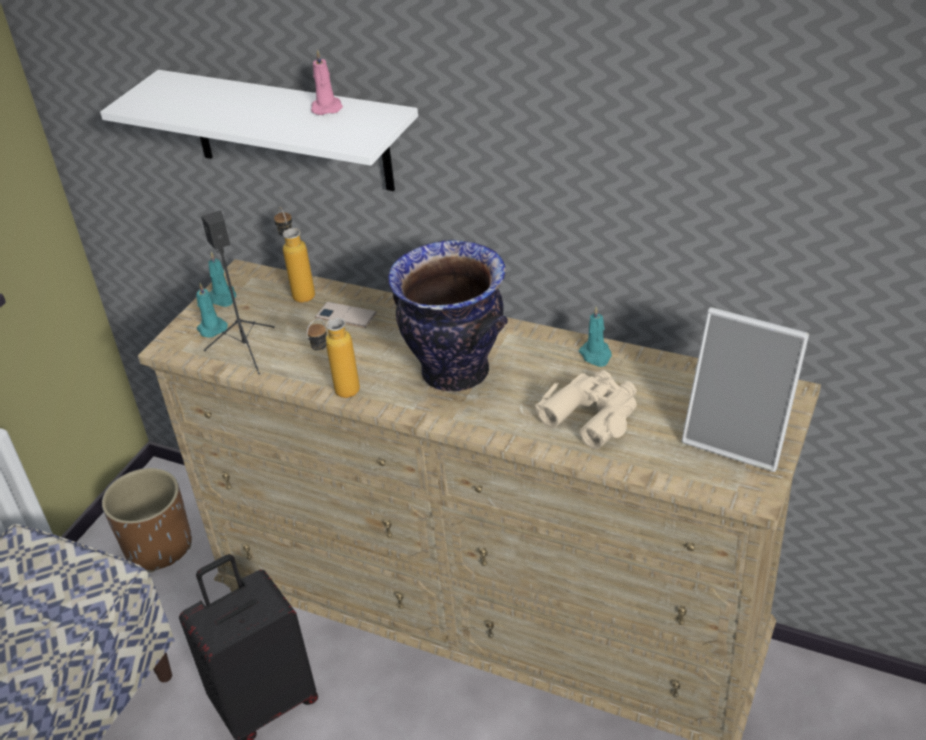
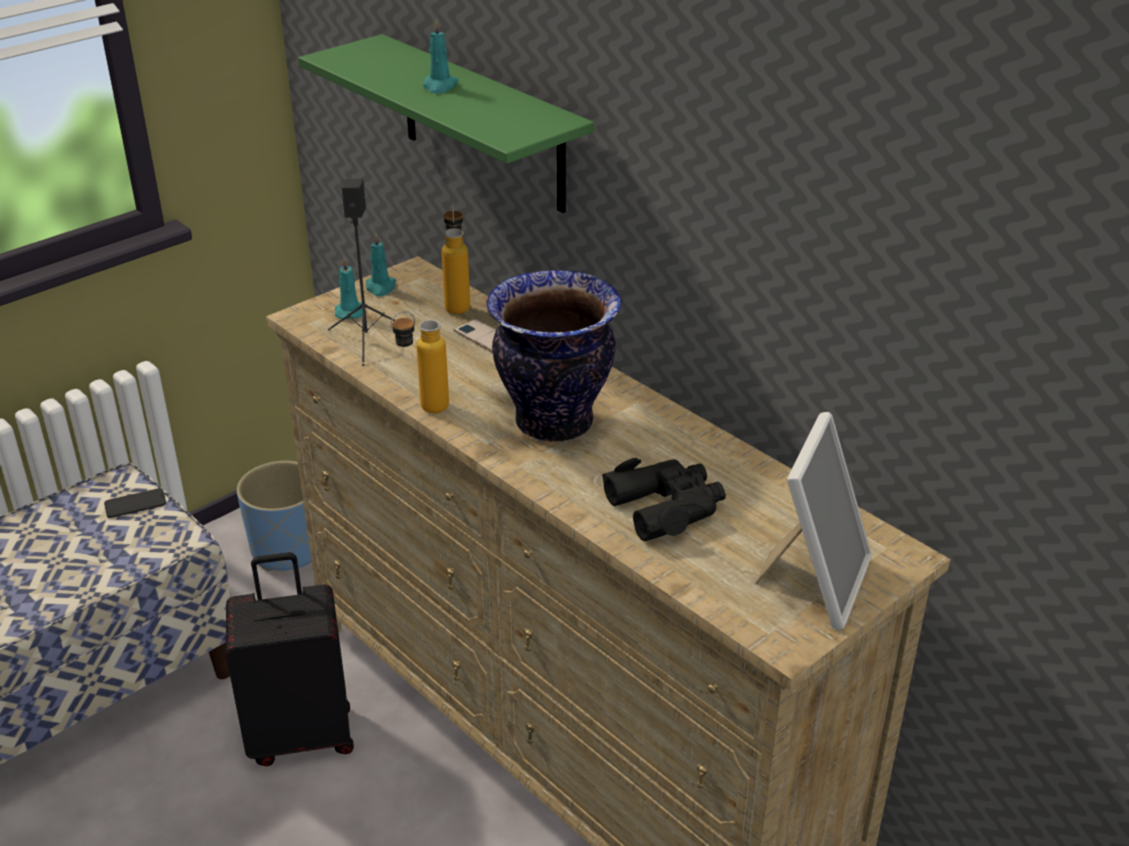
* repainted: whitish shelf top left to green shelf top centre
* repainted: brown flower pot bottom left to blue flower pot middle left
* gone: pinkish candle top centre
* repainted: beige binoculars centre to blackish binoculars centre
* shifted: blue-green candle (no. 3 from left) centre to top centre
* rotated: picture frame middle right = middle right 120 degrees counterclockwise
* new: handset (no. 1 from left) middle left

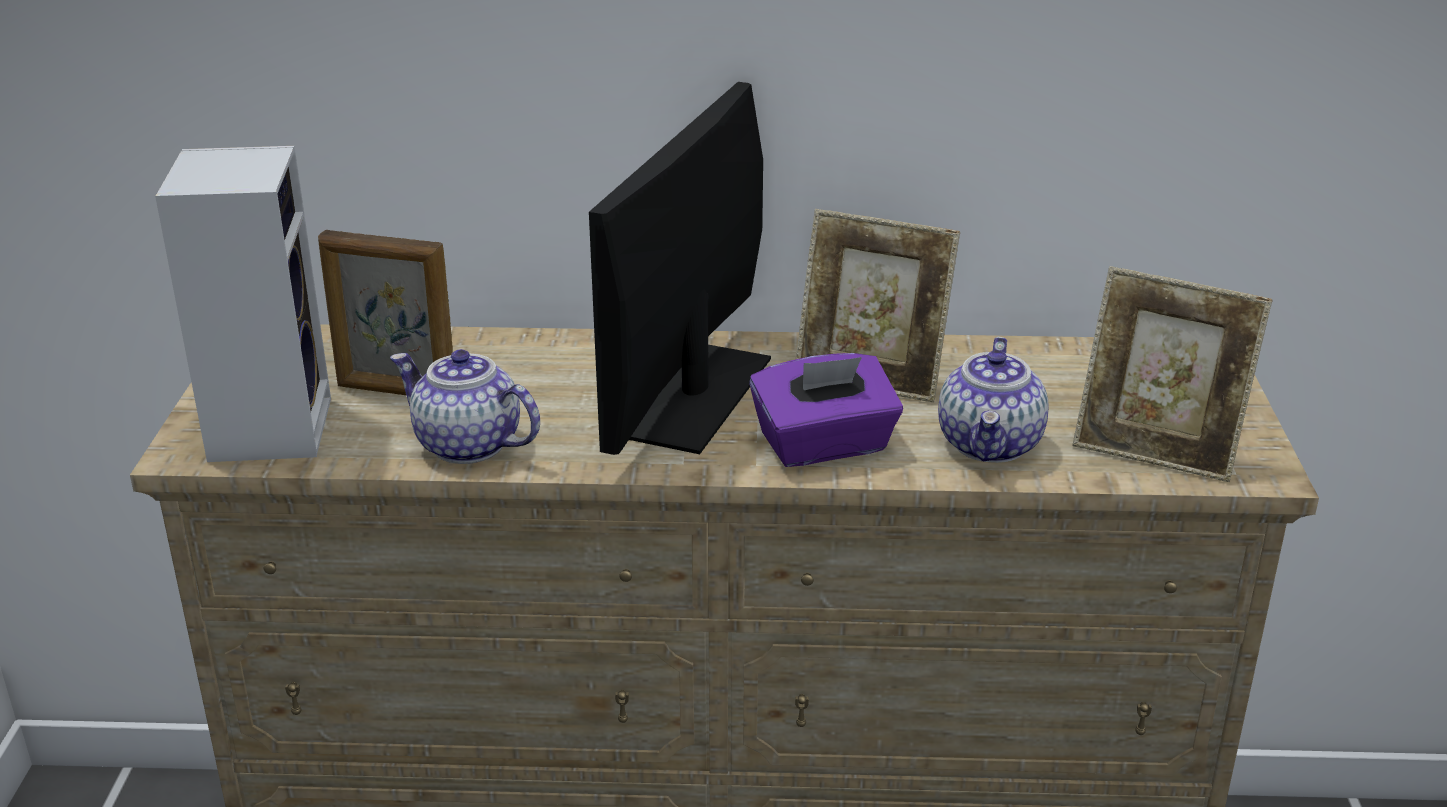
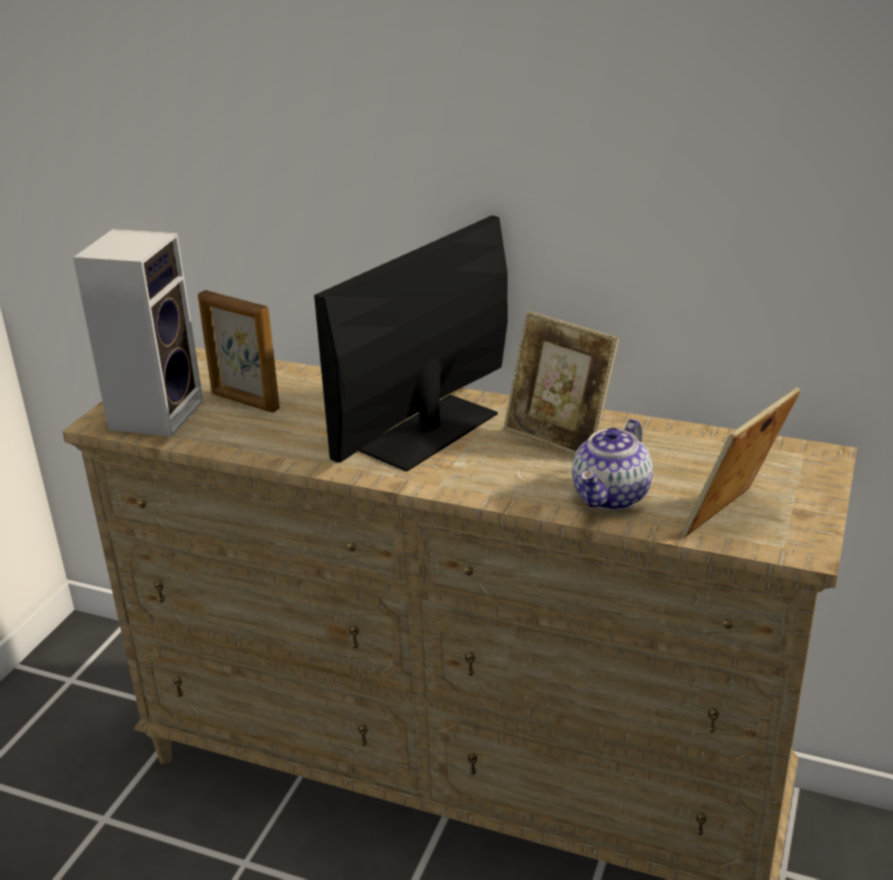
* gone: teapot (no. 1 from left) middle left
* gone: purple-coloured tissue box centre
* rotated: picture frame (no. 3 from left) middle right = middle right 90 degrees clockwise

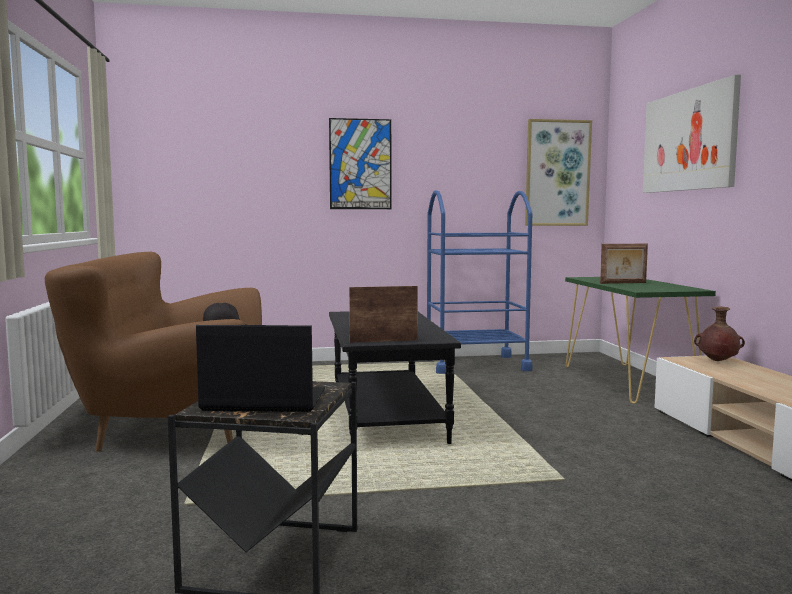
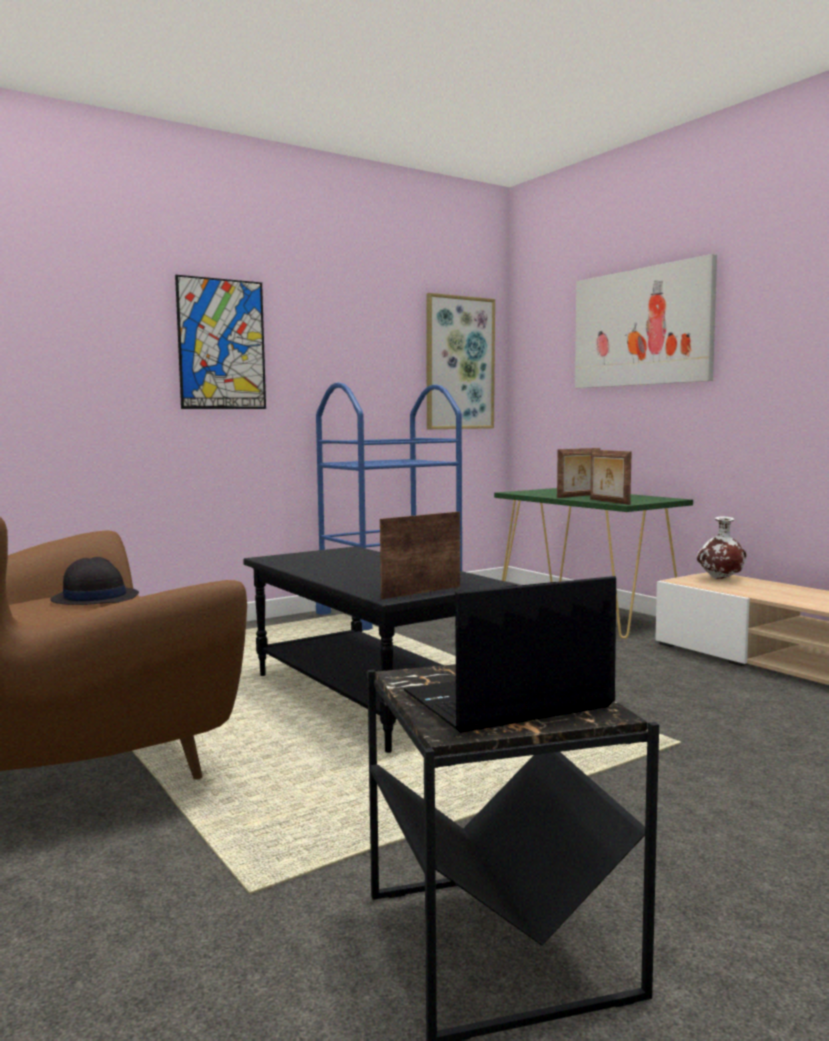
* repainted: brown decorative vase middle right to whitish decorative vase middle right
* new: picture frame (no. 3 from left) middle right

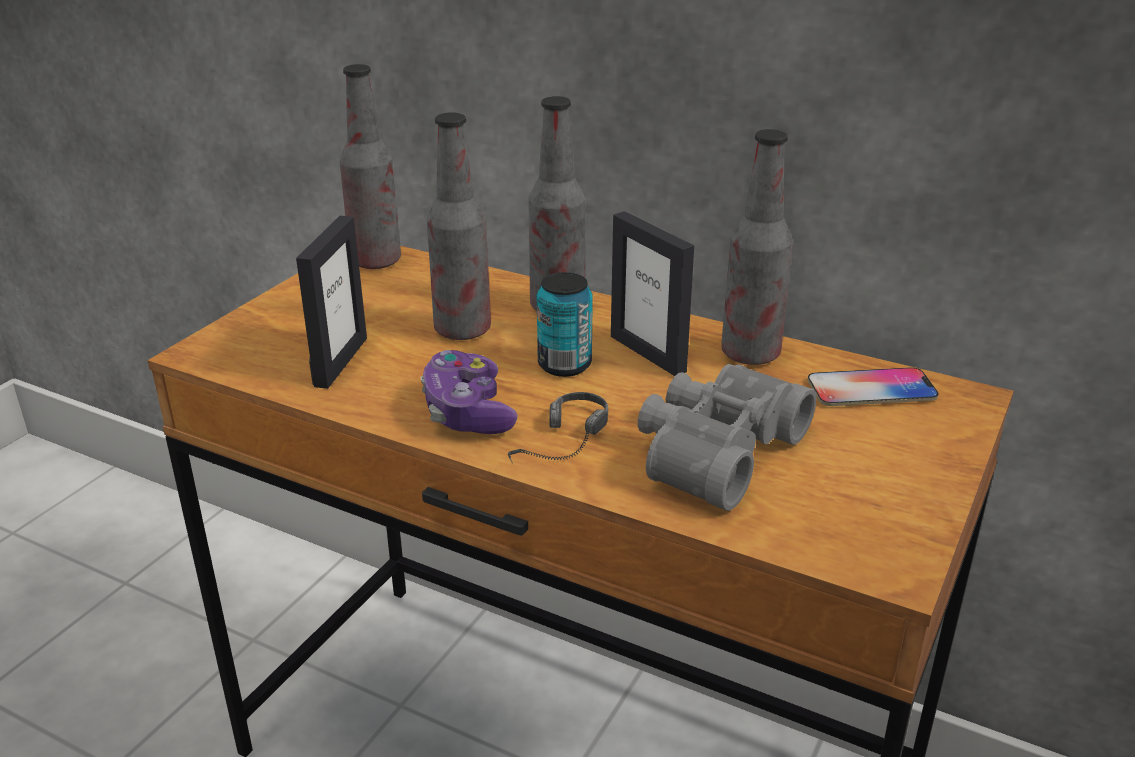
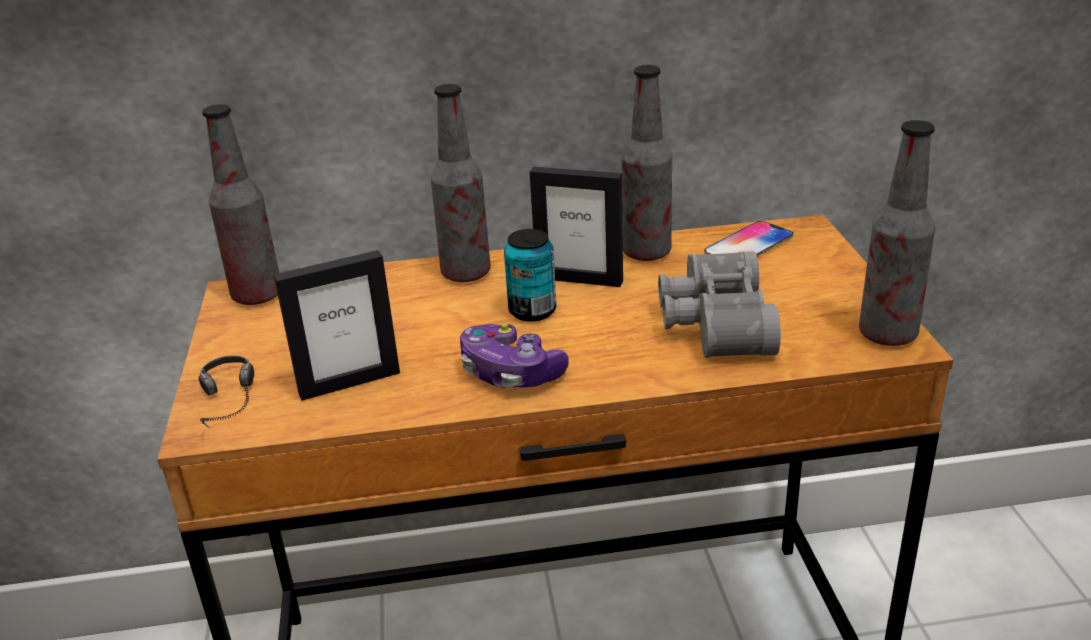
* rotated: picture frame (no. 1 from left) middle left = middle left 90 degrees clockwise
* shifted: drink bottle (no. 2 from left in the first image) top centre to drink bottle (no. 4 from left) middle right
* shifted: headphones centre to middle left

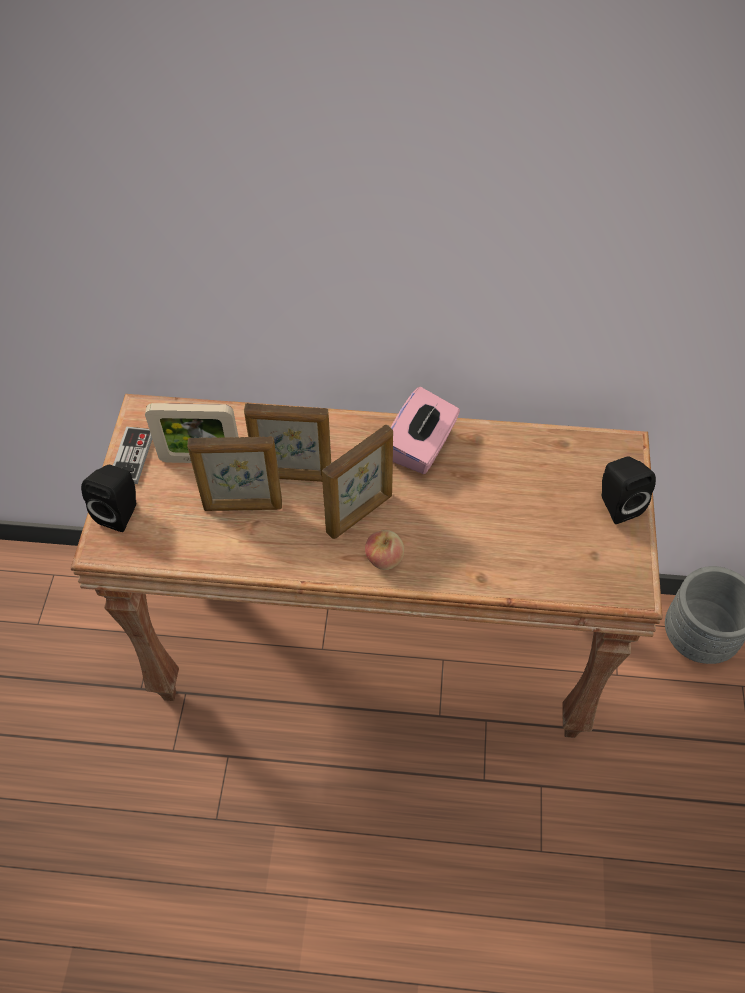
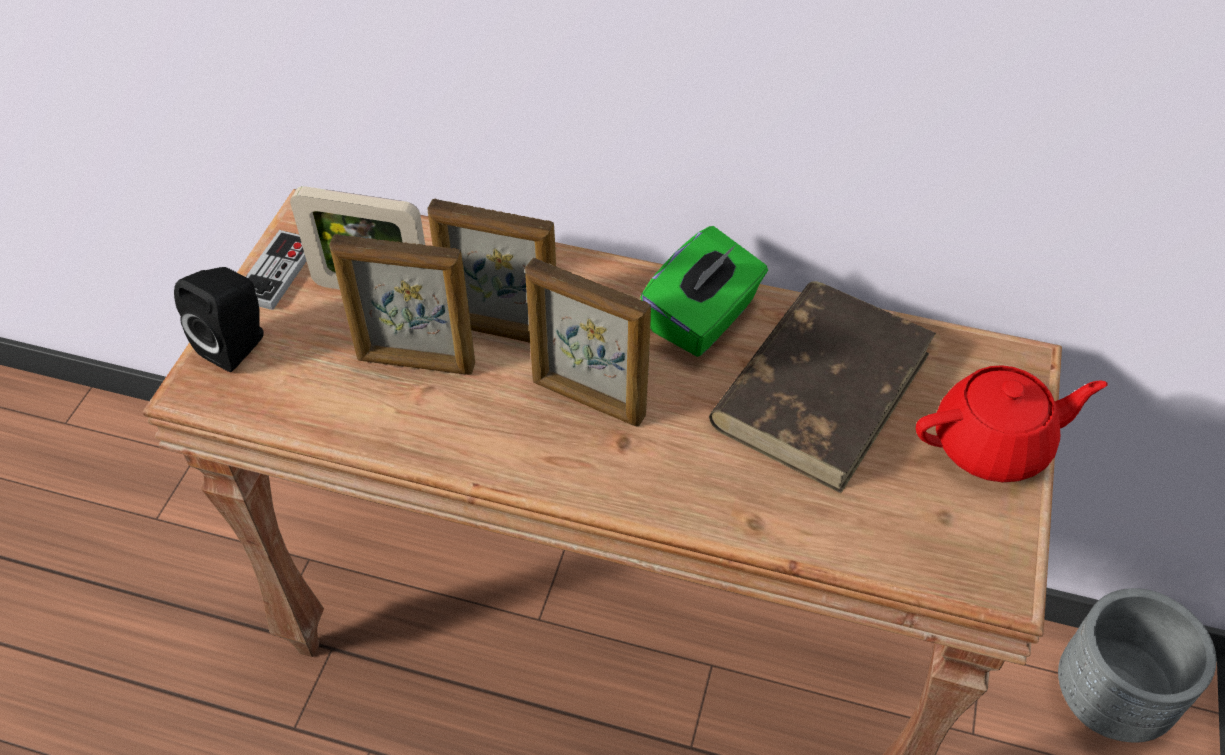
* rotated: picture frame (no. 4 from left) centre = centre 60 degrees clockwise
* gone: apple centre
* repainted: pinkish tissue box centre to green tissue box centre
* swapped: blackish loudspeaker (no. 2 from left) middle right to reddish teapot middle right
* new: brown bound book middle right

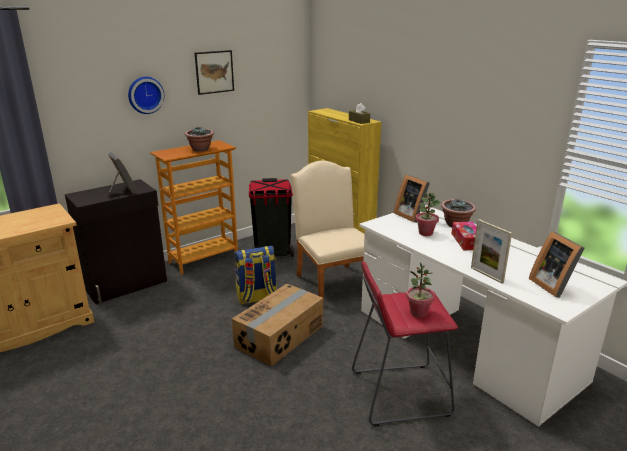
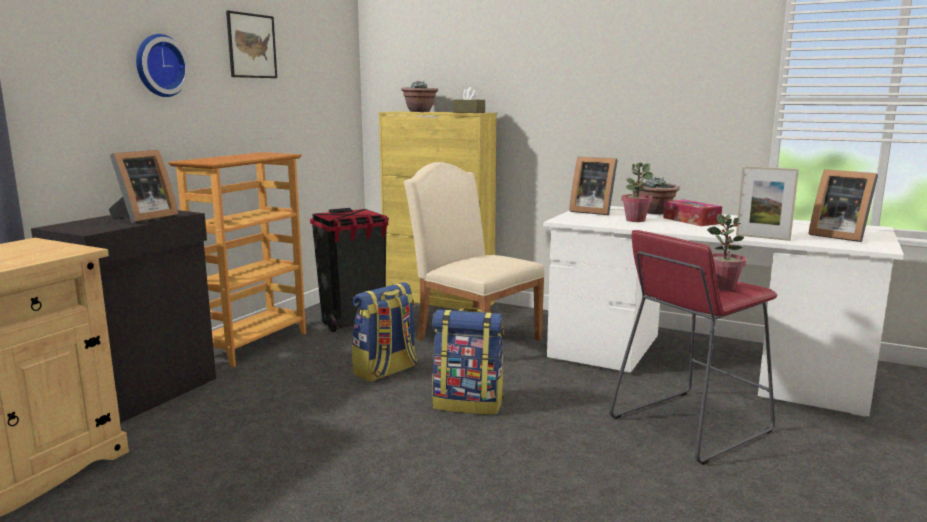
* rotated: picture frame (no. 1 from left) middle left = middle left 90 degrees clockwise
* shifted: houseplant (no. 1 from left) top left to top centre
* swapped: cardboard box bottom centre to rucksack (no. 2 from left) bottom centre

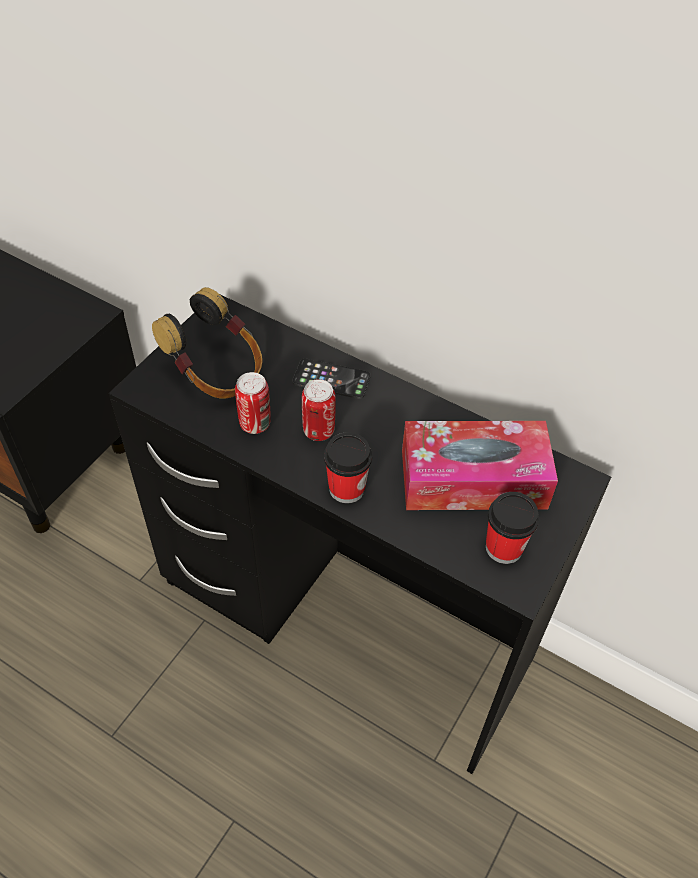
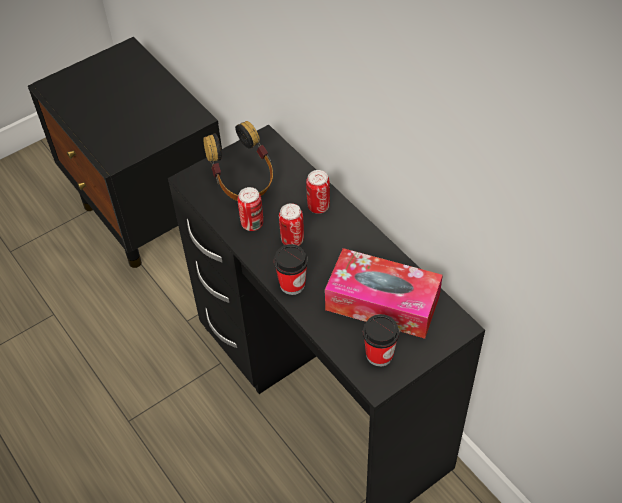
* swapped: handset centre to can (no. 3 from left) centre

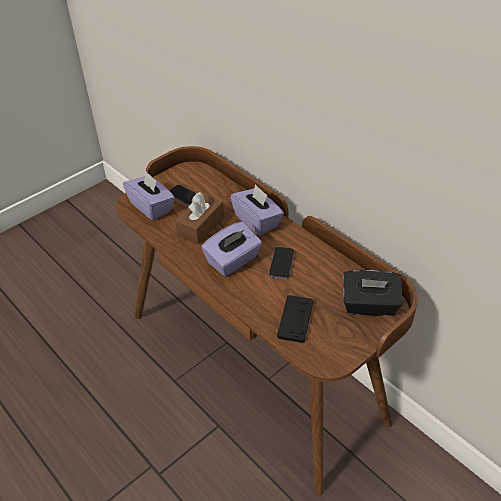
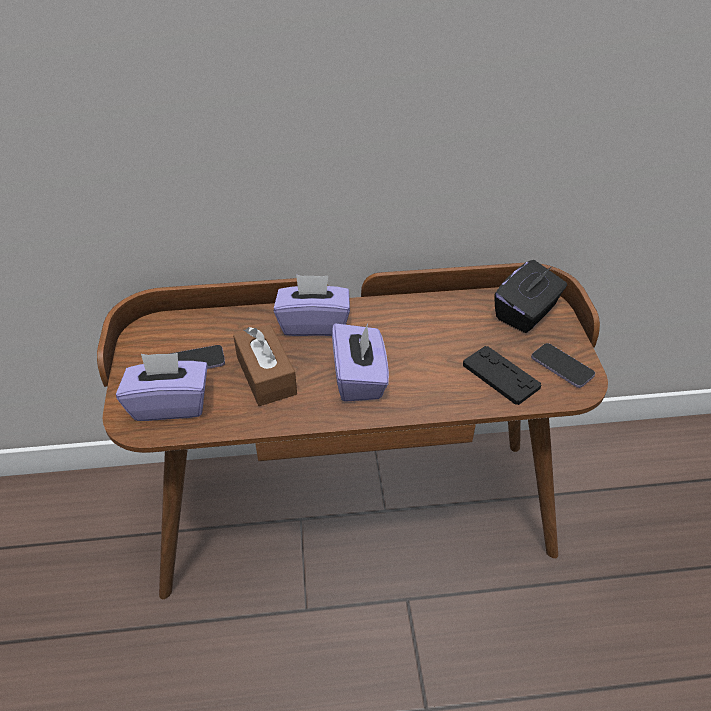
* shifted: handset (no. 2 from left) centre to middle right

